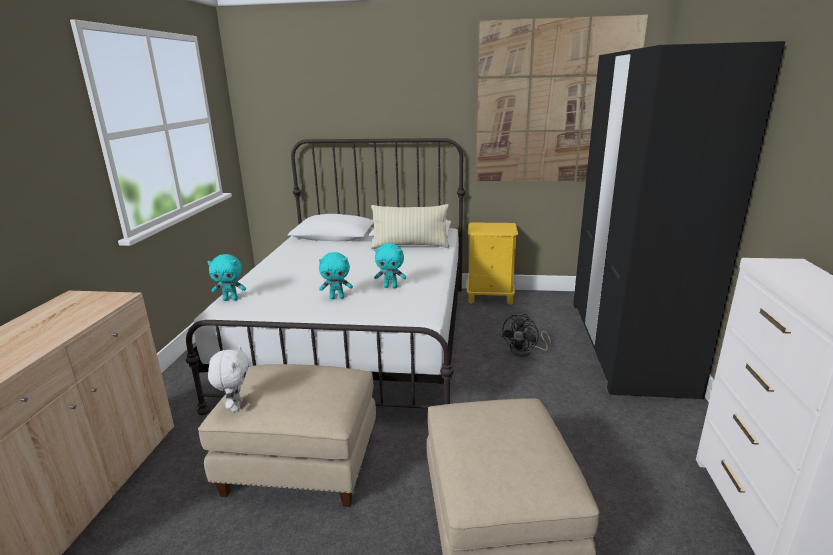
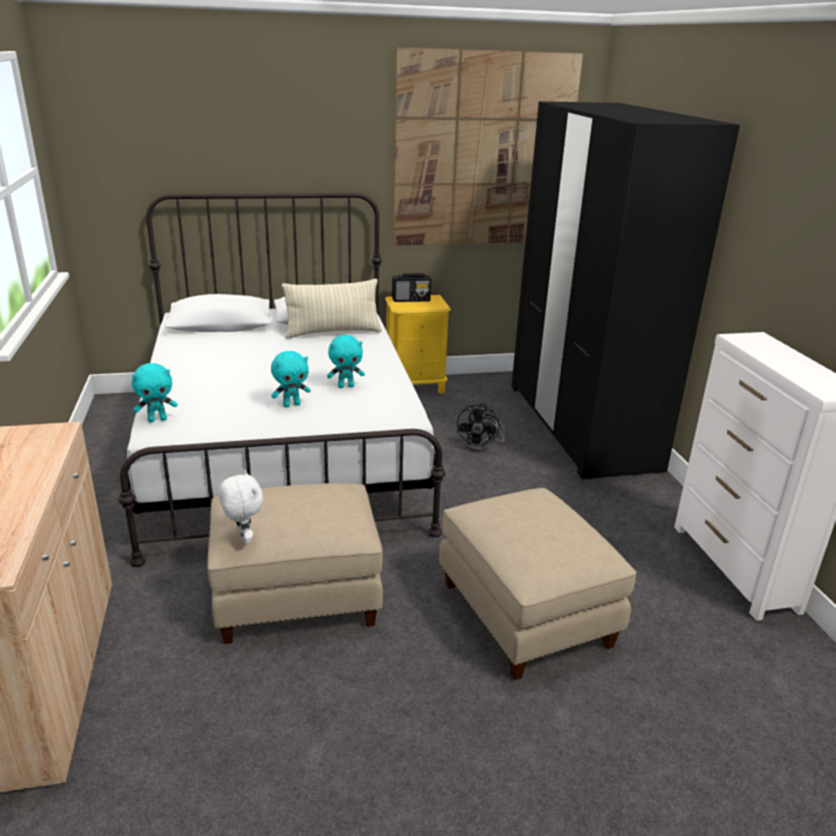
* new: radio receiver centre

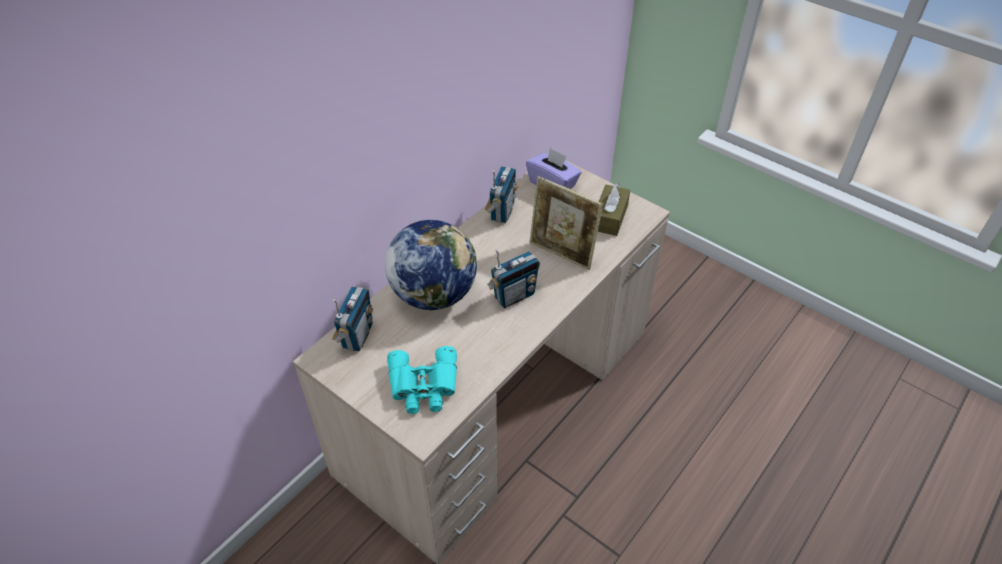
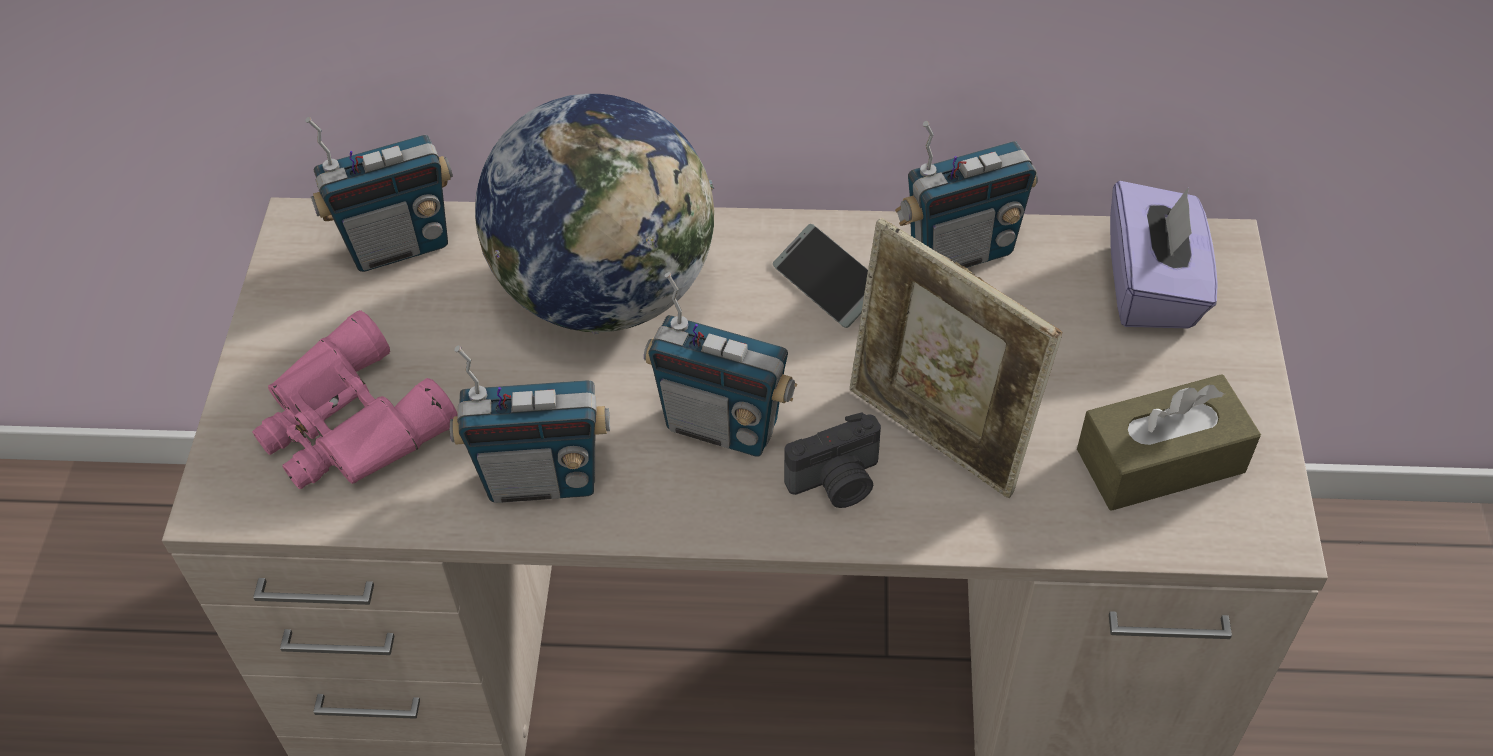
* repainted: blue-green binoculars bottom centre to pinkish binoculars middle left
* rotated: picture frame centre = centre 45 degrees counterclockwise
* new: radio receiver (no. 2 from left) centre
* new: handset centre
* new: photo camera centre

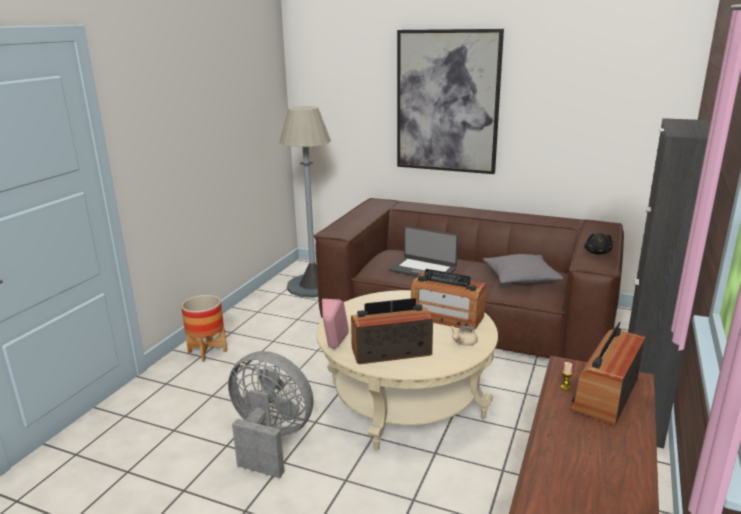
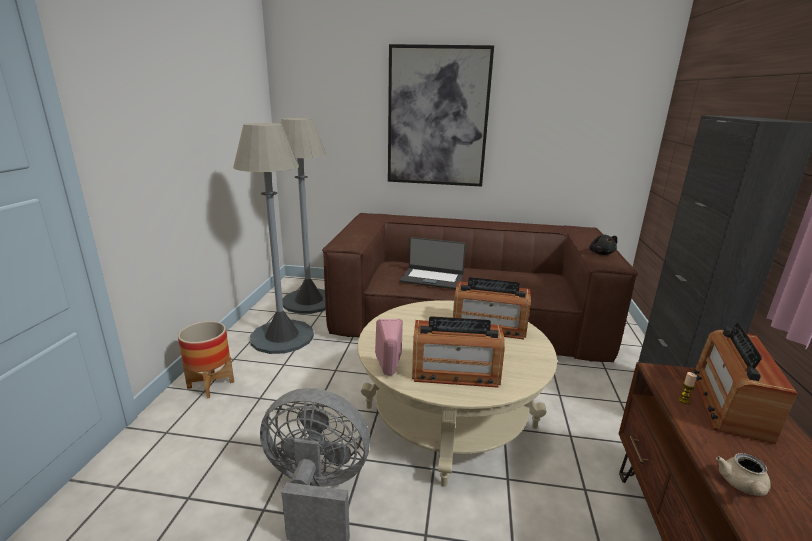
* rotated: radio receiver (no. 1 from left) centre = centre 150 degrees counterclockwise
* shifted: beige teapot centre to bottom right
* gone: greyish pillow middle right
* new: greyish floor lamp (no. 1 from left) centre

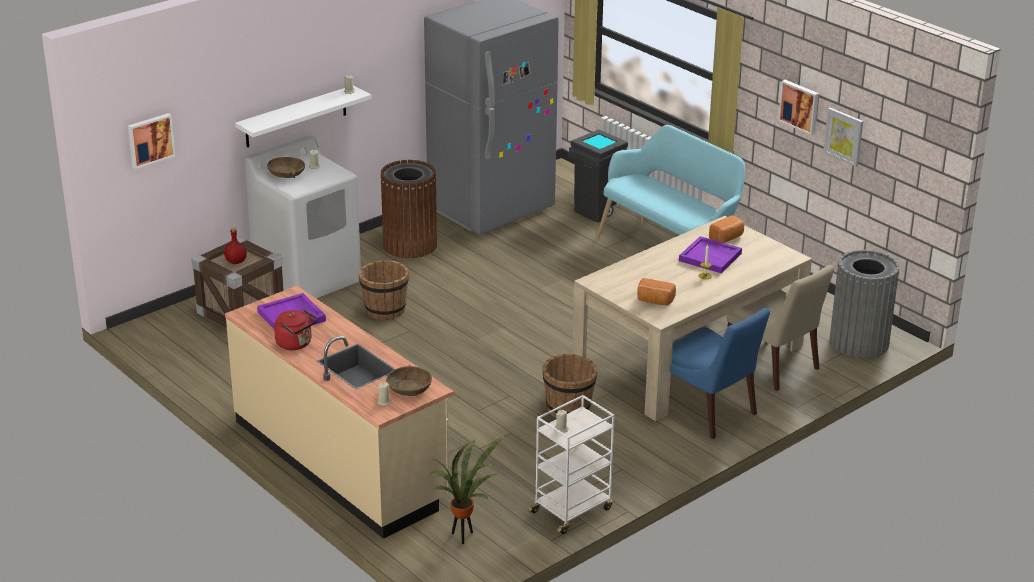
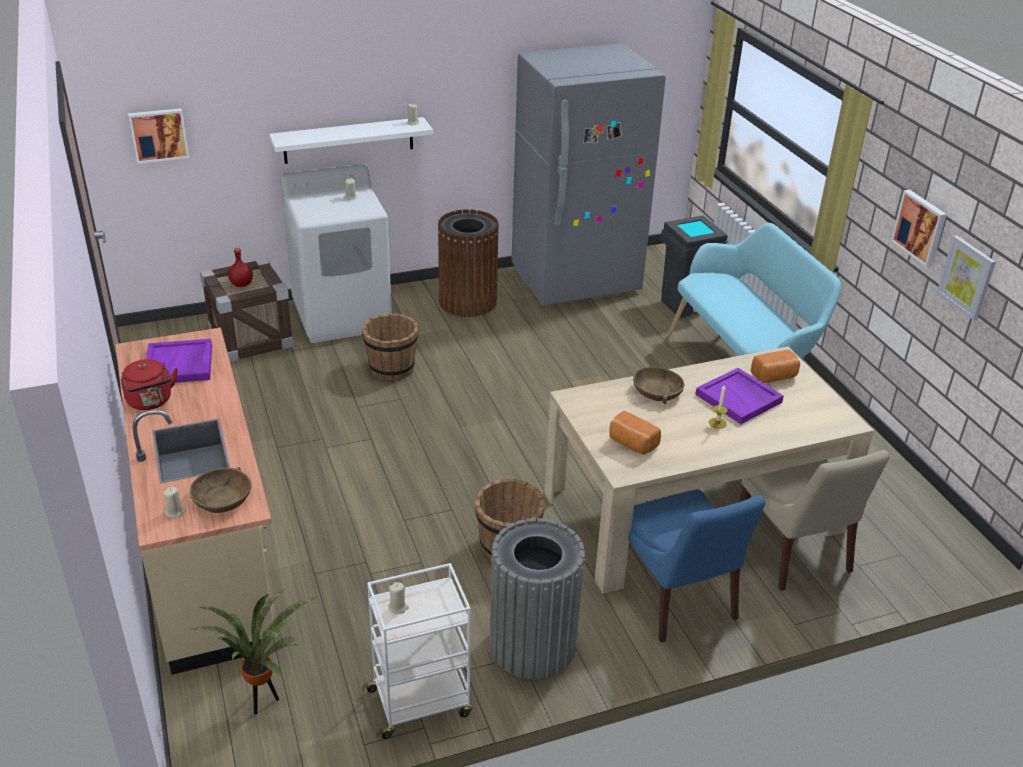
* shifted: brown serving bowl (no. 1 from left in the first image) top left to brown serving bowl (no. 2 from left) centre
* shifted: greyish trash can (no. 2 from left in the first image) middle right to greyish trash can (no. 1 from left) bottom centre

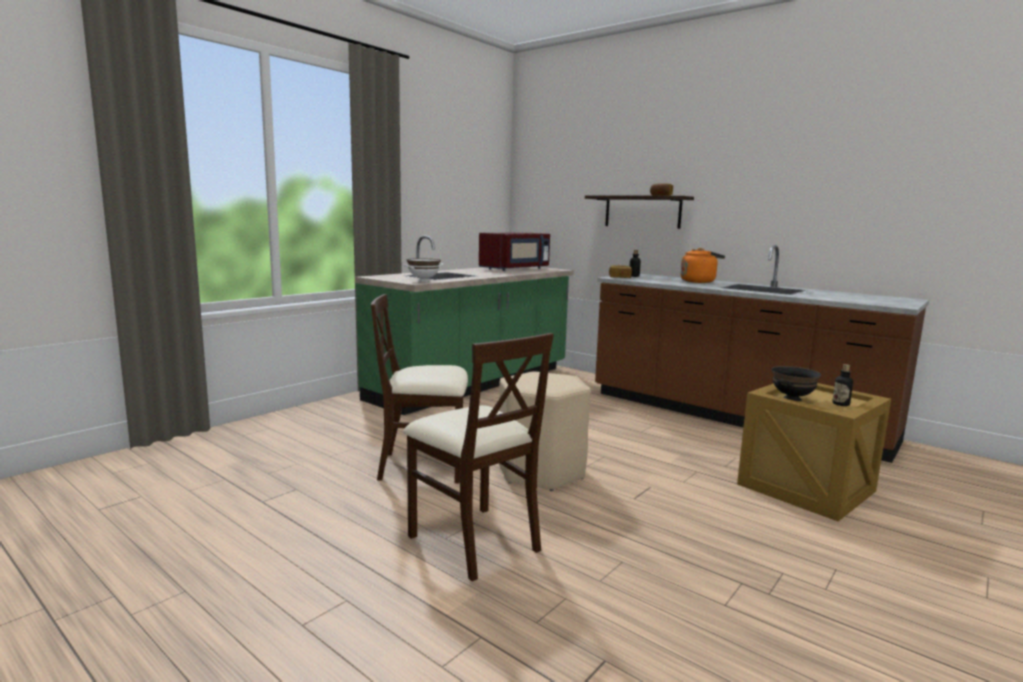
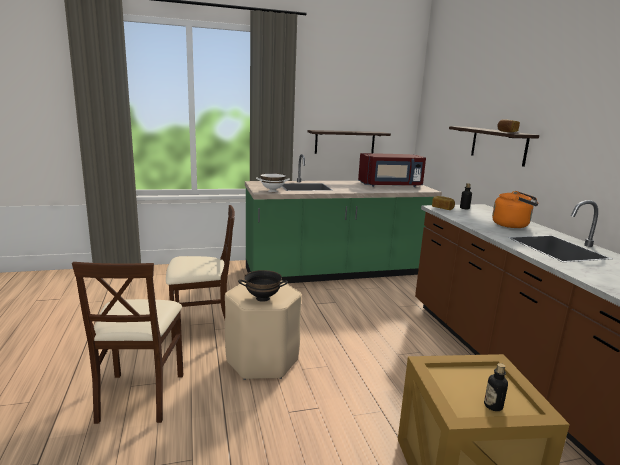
* rotated: beige upright chair (no. 1 from left in the first image) centre = middle left 135 degrees clockwise
* shifted: blackish serving bowl middle right to centre
* new: shelf (no. 1 from left) top centre

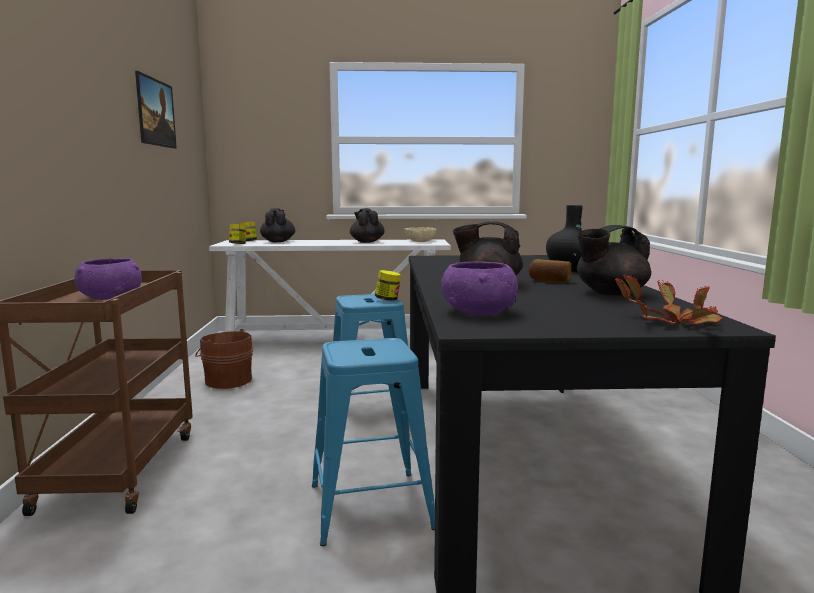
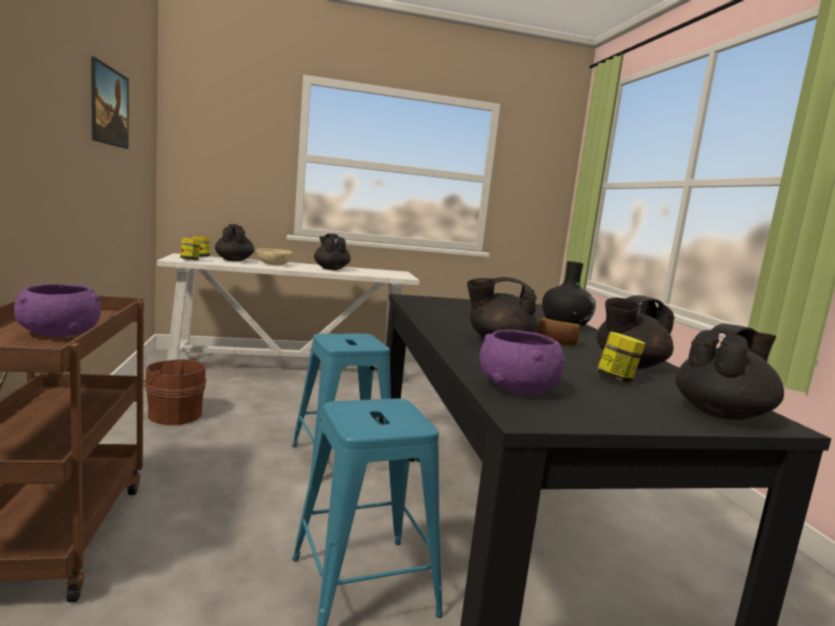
* shifted: storage jar (no. 3 from left) centre to middle right
* shifted: beige serving bowl centre to middle left
* swapped: houseplant middle right to blackish teapot (no. 5 from left) middle right

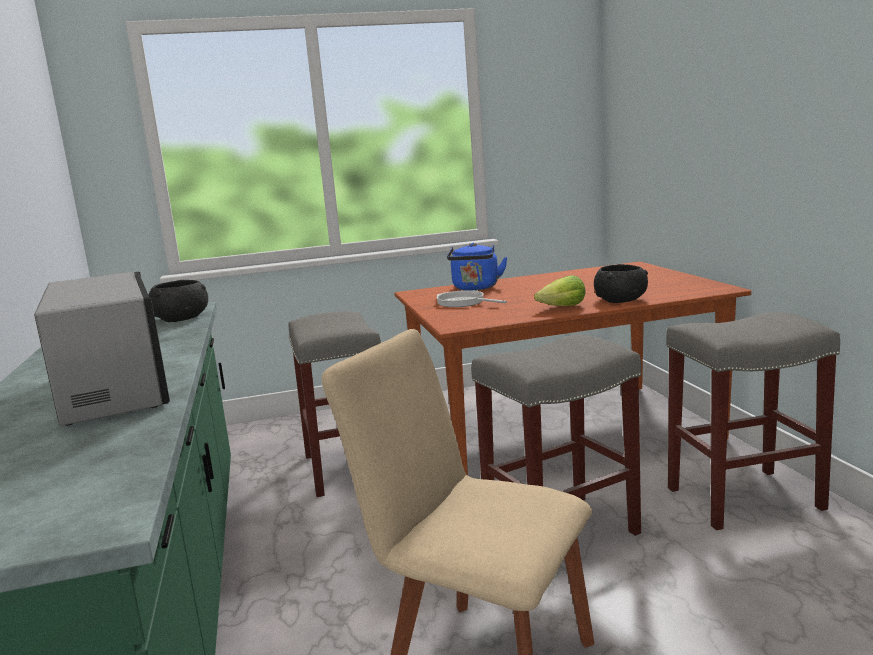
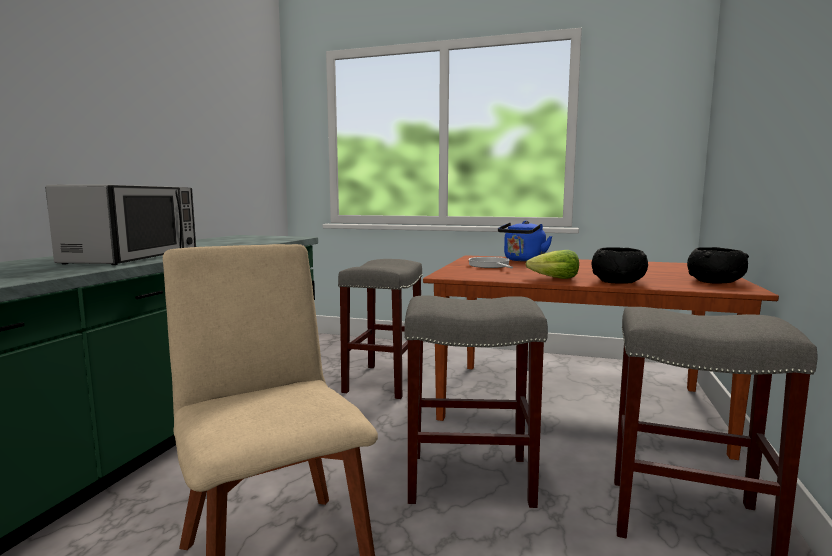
* shifted: blackish serving bowl (no. 1 from left in the first image) middle left to blackish serving bowl (no. 2 from left) middle right

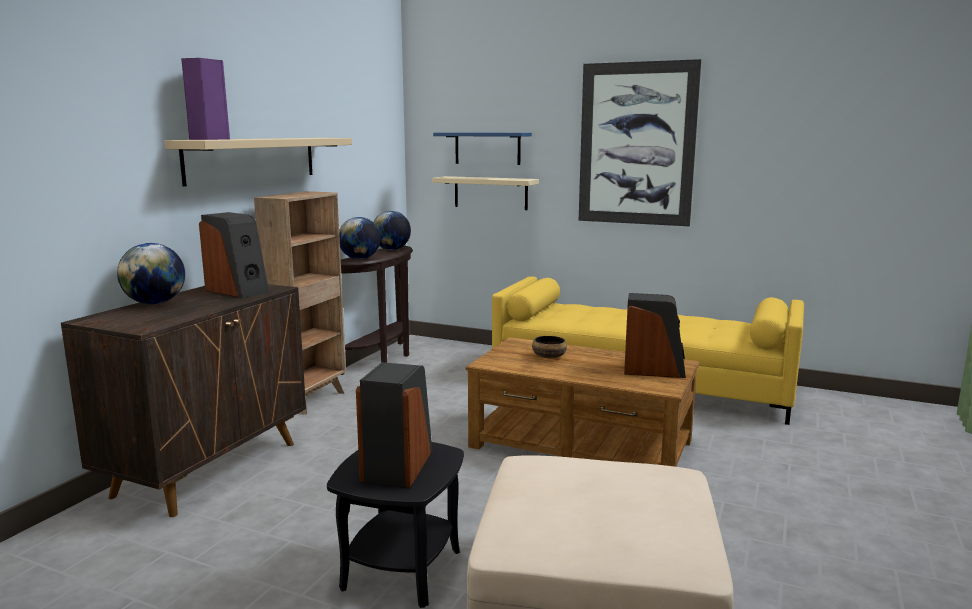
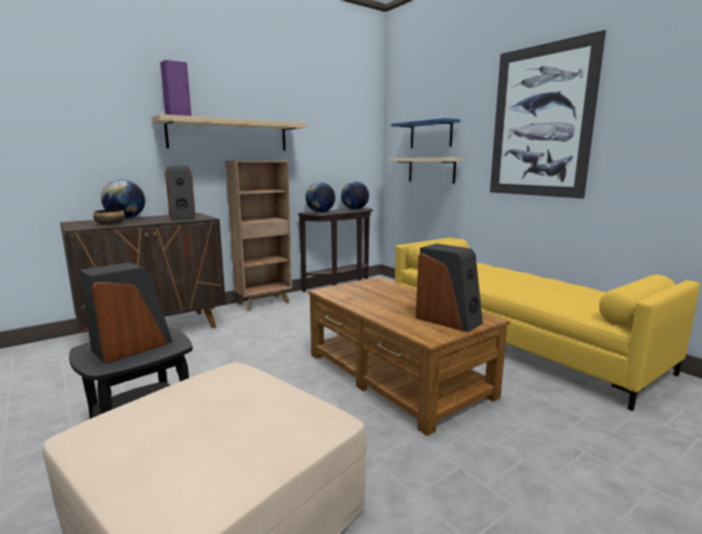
* shifted: serving bowl centre to middle left

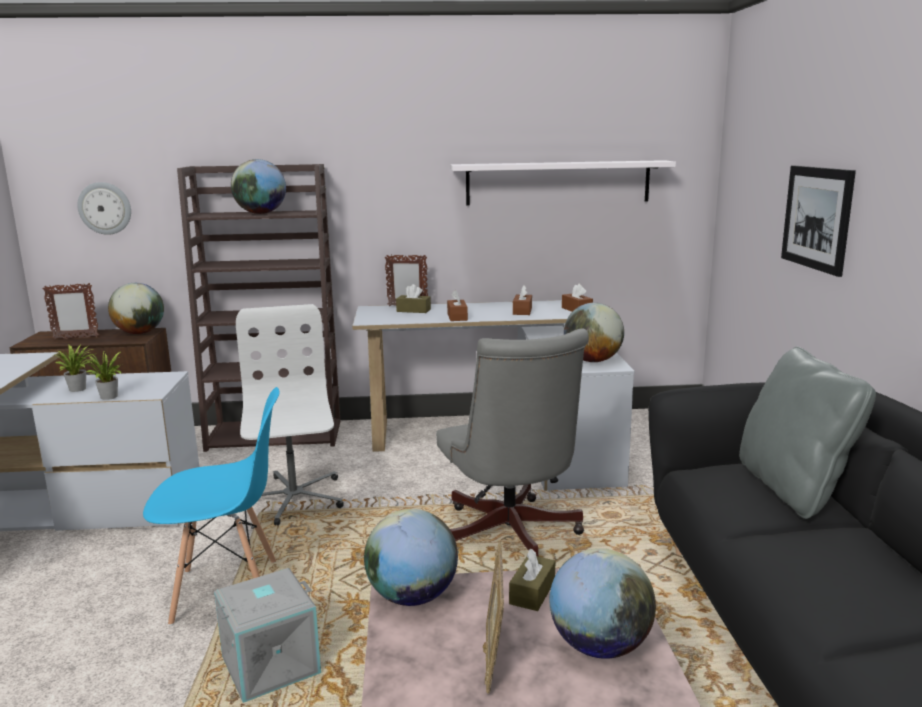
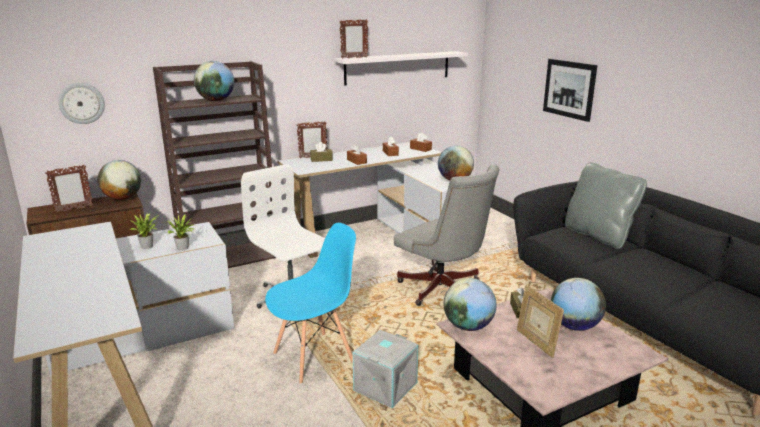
* new: picture frame (no. 3 from left) top centre

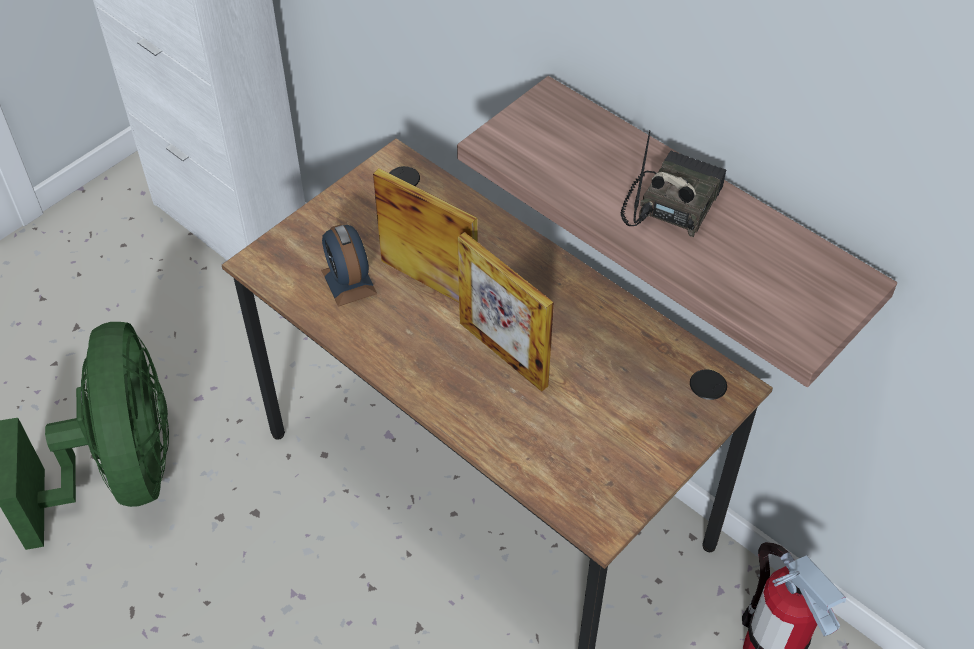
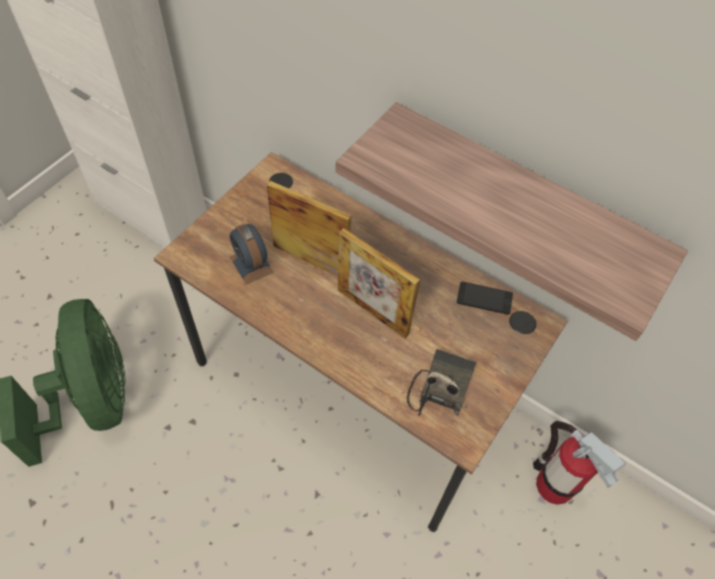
* shifted: radio receiver top right to centre
* new: handset middle right

